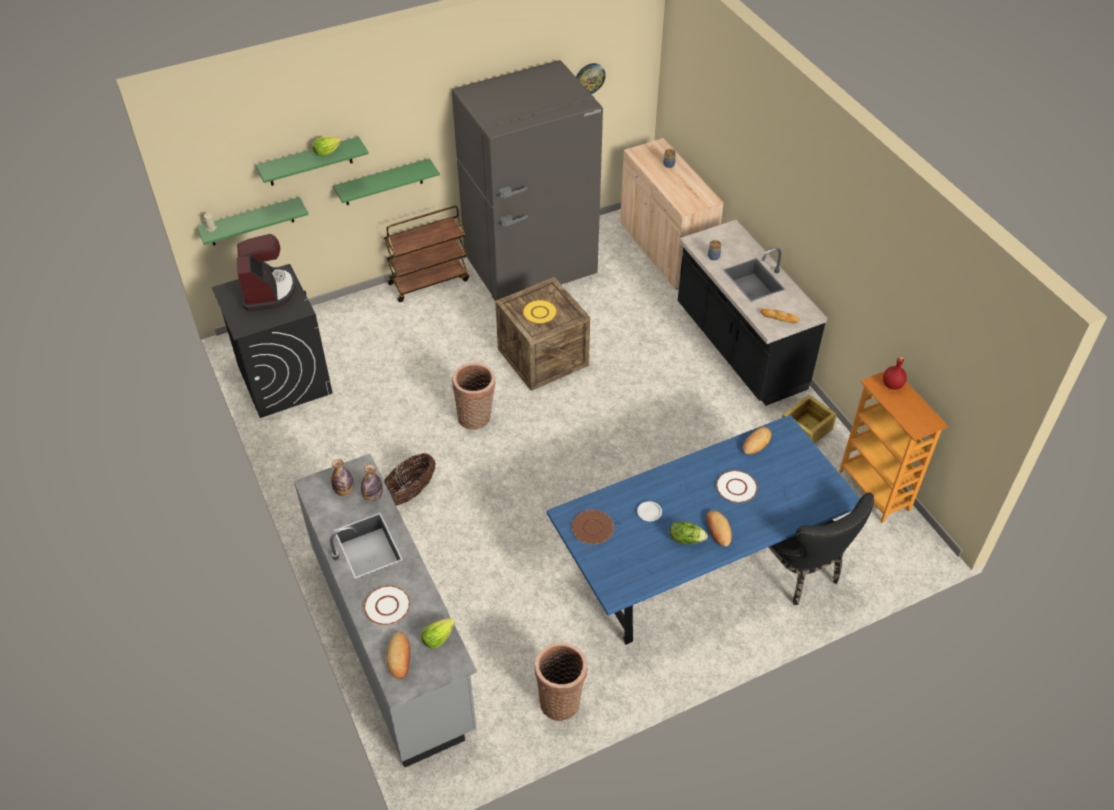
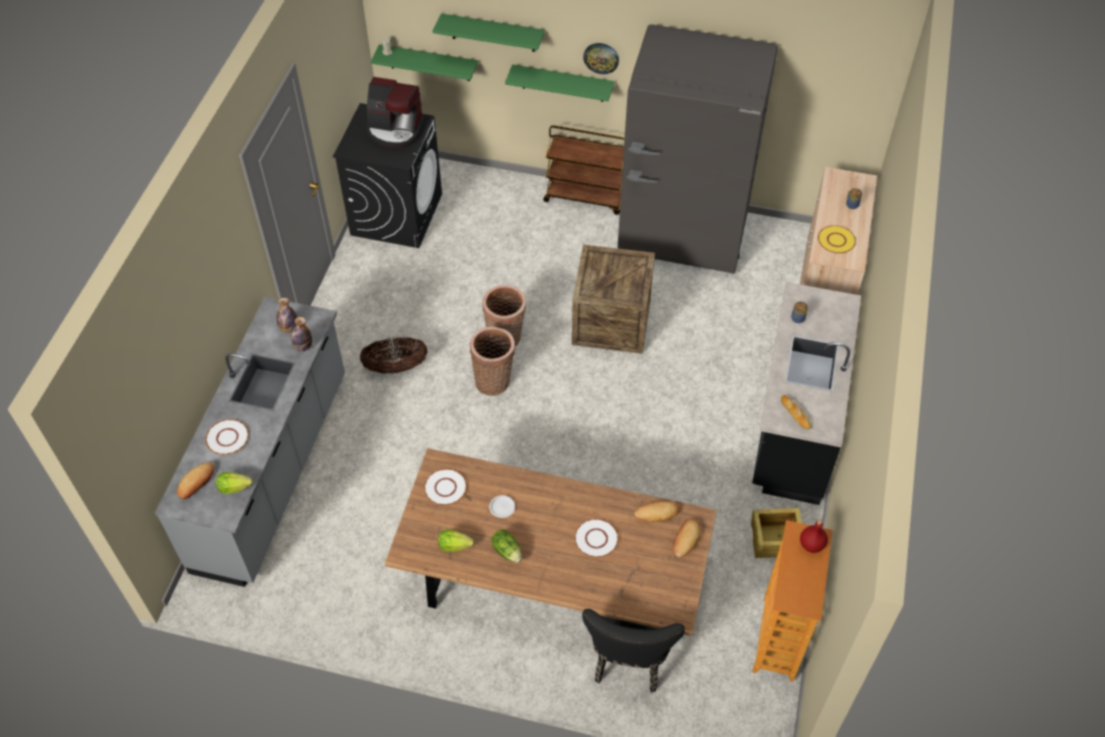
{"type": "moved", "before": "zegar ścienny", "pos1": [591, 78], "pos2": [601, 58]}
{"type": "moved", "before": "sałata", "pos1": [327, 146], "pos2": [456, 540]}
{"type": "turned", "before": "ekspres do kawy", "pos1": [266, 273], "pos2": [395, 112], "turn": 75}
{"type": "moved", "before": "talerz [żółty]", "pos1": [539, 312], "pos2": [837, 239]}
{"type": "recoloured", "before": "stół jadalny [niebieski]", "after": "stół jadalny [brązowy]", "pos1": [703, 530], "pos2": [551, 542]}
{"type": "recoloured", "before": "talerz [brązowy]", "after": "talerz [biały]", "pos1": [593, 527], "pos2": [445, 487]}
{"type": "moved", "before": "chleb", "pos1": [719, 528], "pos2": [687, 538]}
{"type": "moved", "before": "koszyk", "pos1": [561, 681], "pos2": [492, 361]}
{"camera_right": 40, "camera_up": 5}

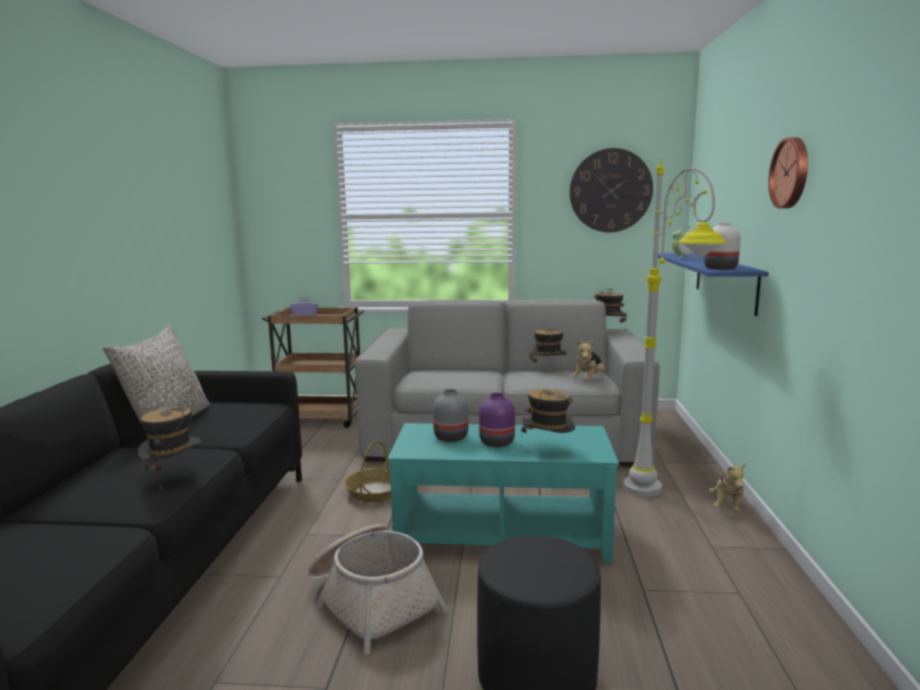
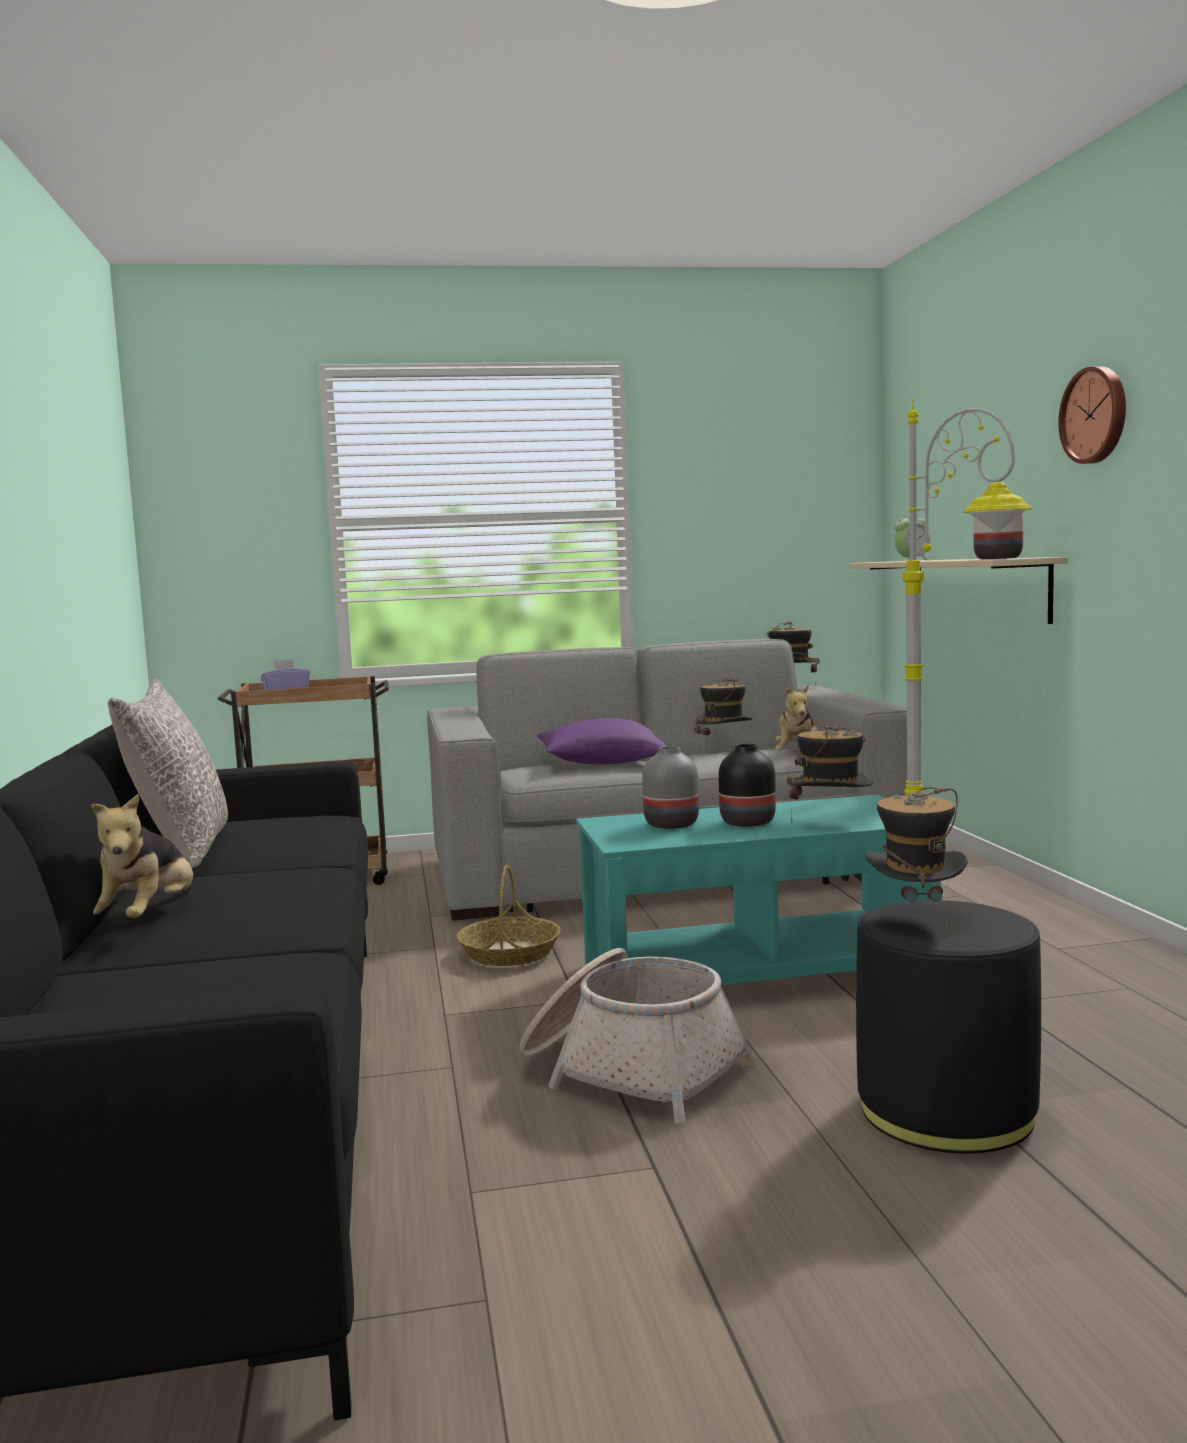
{"type": "removed", "before": "zegar ścienny", "pos1": [611, 190]}
{"type": "recoloured", "before": "półka [niebieski]", "after": "półka [beżowy]", "pos1": [713, 284], "pos2": [959, 590]}
{"type": "recoloured", "before": "wazon [fioletowy]", "after": "wazon [czarny]", "pos1": [497, 420], "pos2": [747, 785]}
{"type": "moved", "before": "kapelusz", "pos1": [170, 447], "pos2": [916, 860]}
{"type": "moved", "before": "pluszak", "pos1": [727, 488], "pos2": [142, 856]}
{"type": "added", "after": "poduszka [fioletowy]", "pos2": [602, 741]}
{"camera_right": -15, "camera_up": -5}

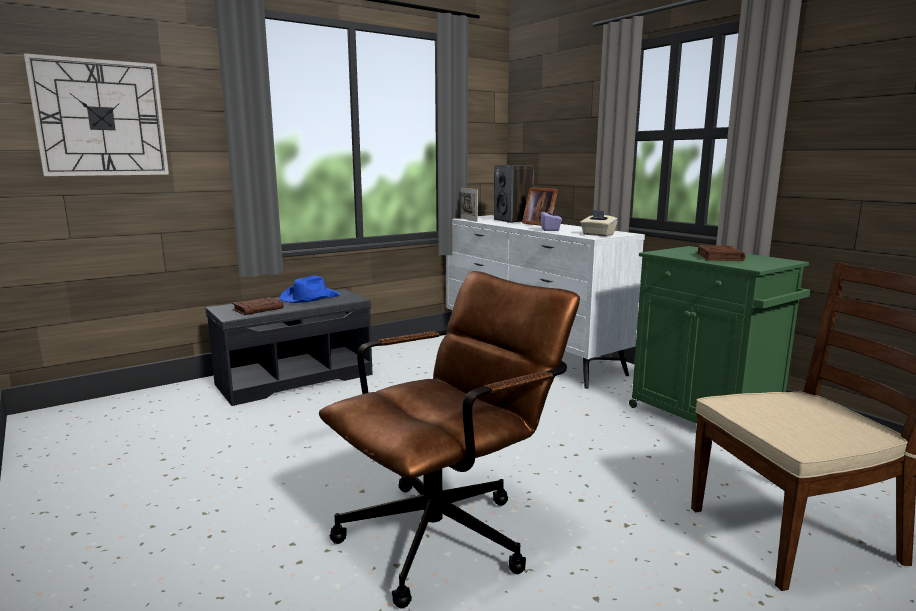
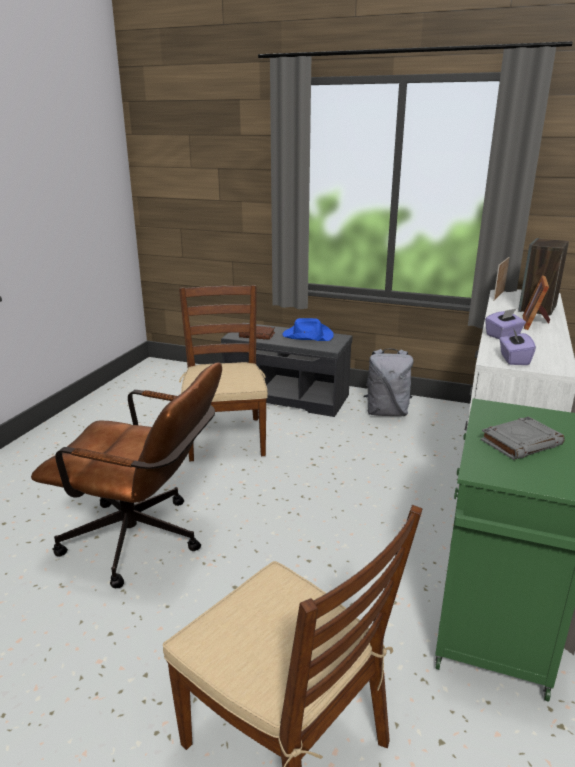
{"type": "removed", "before": "zegar ścienny", "pos1": [96, 114]}
{"type": "recoloured", "before": "pudełko chusteczek [beżowy]", "after": "pudełko chusteczek [fioletowy]", "pos1": [599, 223], "pos2": [517, 346]}
{"type": "recoloured", "before": "książka [brązowy]", "after": "książka [szary]", "pos1": [721, 253], "pos2": [523, 438]}
{"type": "added", "after": "krzesło [brązowy]", "pos2": [223, 373]}
{"type": "added", "after": "plecak [szary]", "pos2": [389, 382]}
{"camera_right": 55, "camera_up": 10}

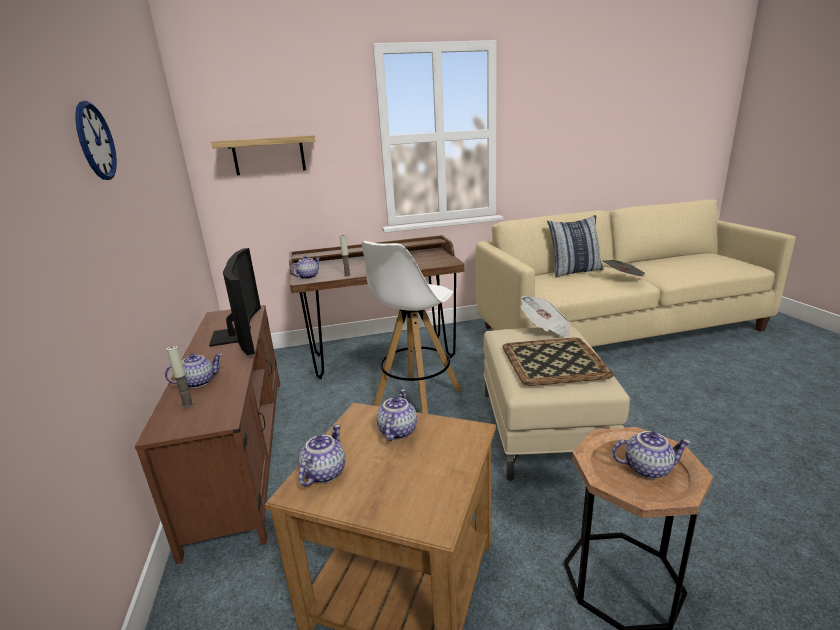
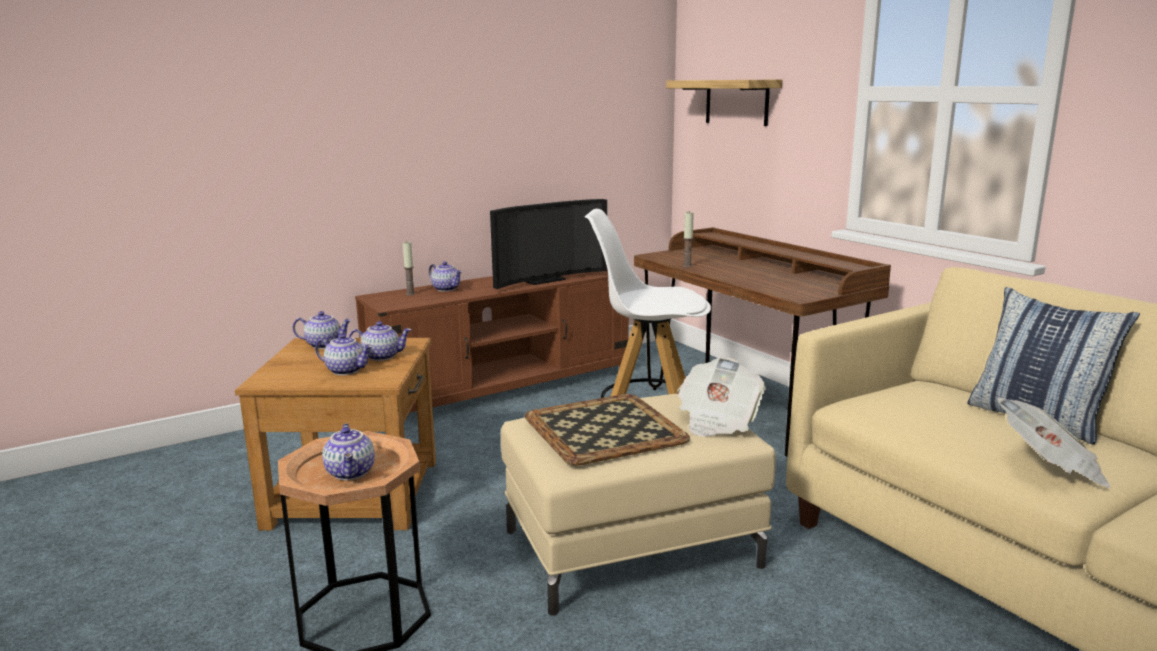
{"type": "removed", "before": "zegar ścienny", "pos1": [96, 140]}
{"type": "moved", "before": "imbryk", "pos1": [305, 267], "pos2": [344, 354]}
{"camera_right": 70, "camera_up": -5}

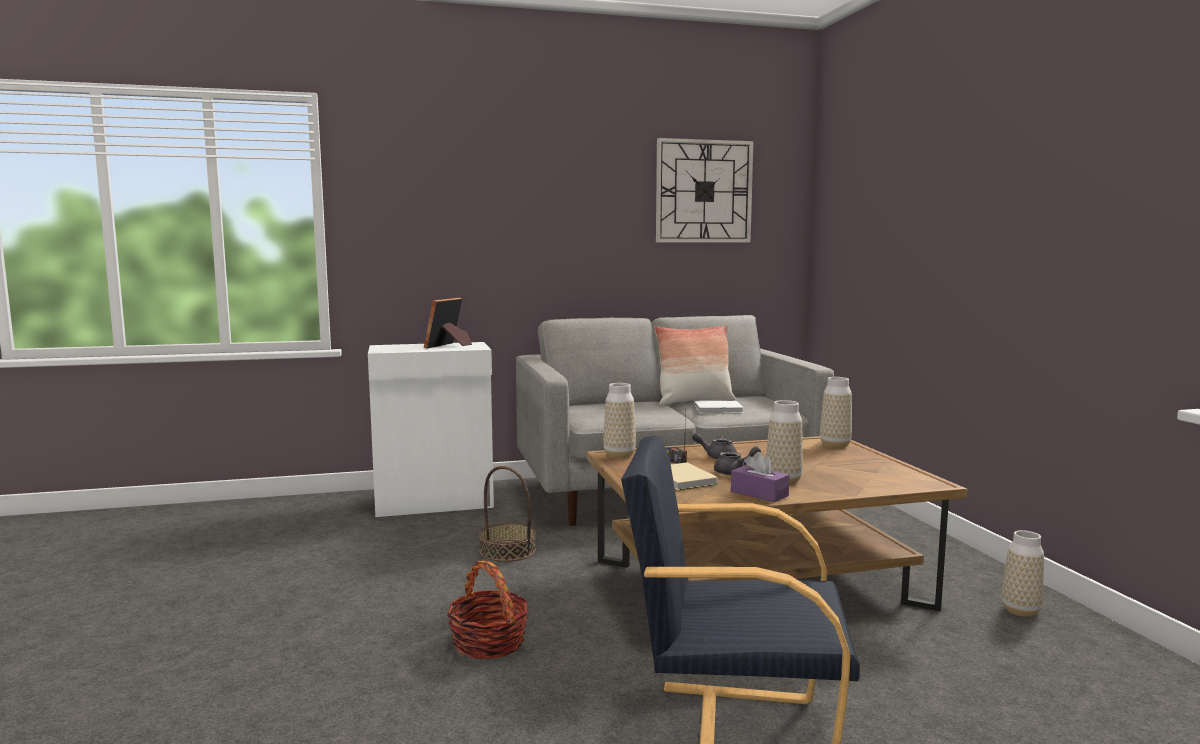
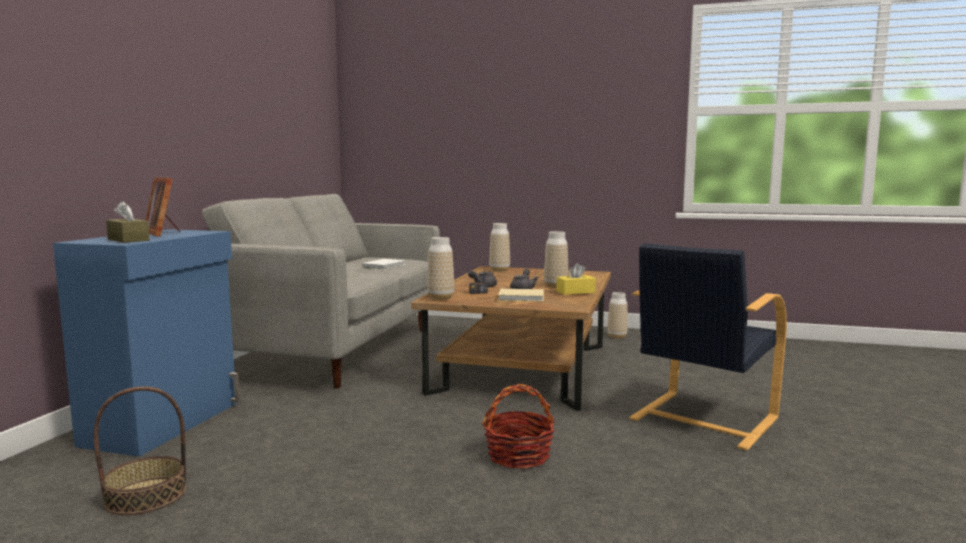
{"type": "removed", "before": "zegar ścienny", "pos1": [704, 190]}
{"type": "removed", "before": "poduszka", "pos1": [695, 365]}
{"type": "recoloured", "before": "szafka [biały]", "after": "szafka [niebieski]", "pos1": [431, 429], "pos2": [146, 343]}
{"type": "recoloured", "before": "pudełko chusteczek [fioletowy]", "after": "pudełko chusteczek [żółty]", "pos1": [760, 477], "pos2": [576, 279]}
{"type": "moved", "before": "koszyk", "pos1": [507, 514], "pos2": [140, 450]}
{"type": "added", "after": "pudełko chusteczek [brązowy]", "pos2": [128, 222]}
{"camera_right": -60, "camera_up": 0}

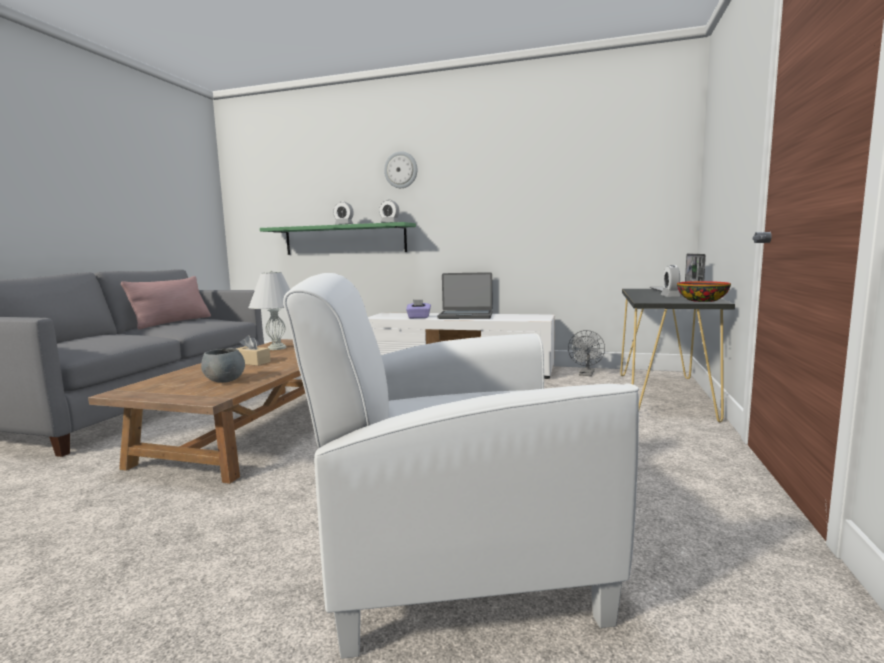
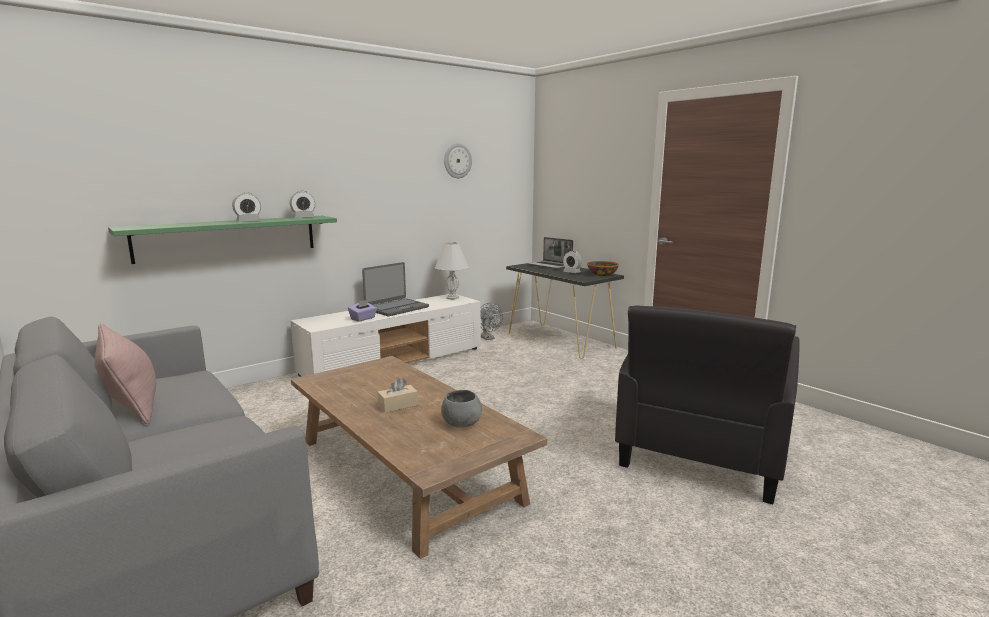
{"type": "moved", "before": "zegar ścienny", "pos1": [400, 169], "pos2": [458, 160]}
{"type": "moved", "before": "lampa stołowa [biały]", "pos1": [269, 310], "pos2": [452, 270]}
{"type": "recoloured", "before": "fotel [biały]", "after": "fotel [czarny]", "pos1": [461, 466], "pos2": [707, 405]}
{"camera_right": -55, "camera_up": 5}

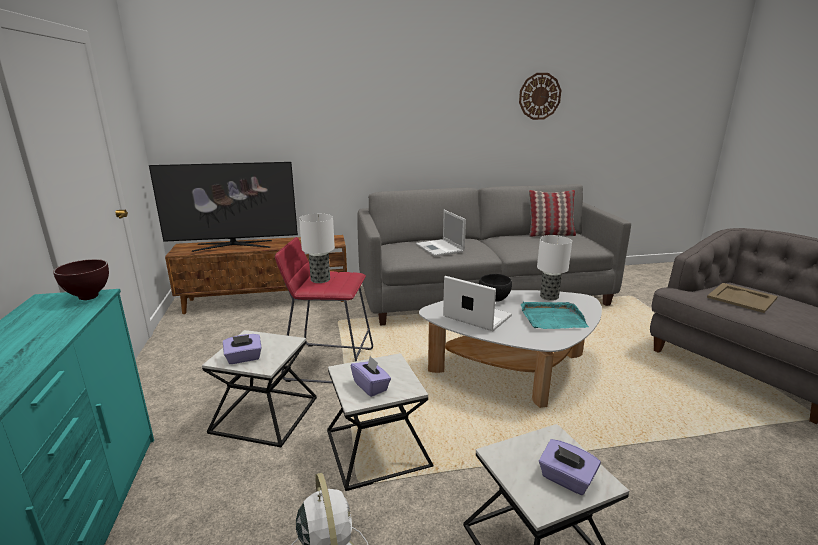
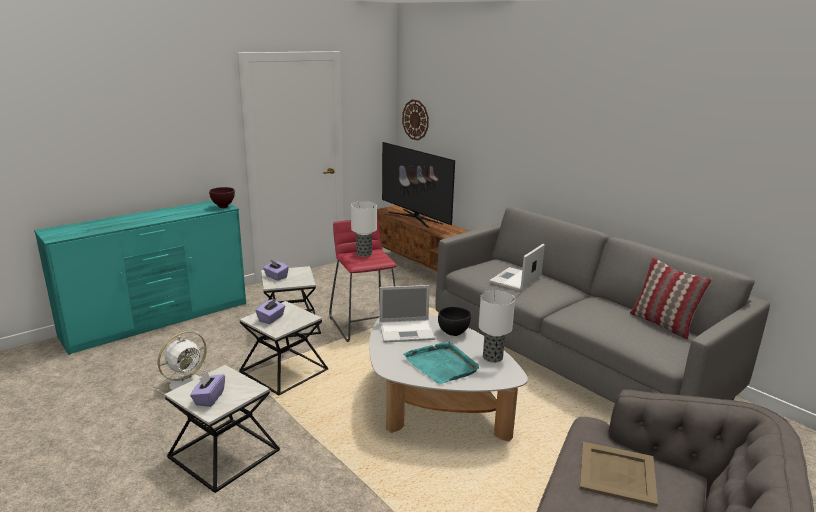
{"type": "moved", "before": "zegar ścienny", "pos1": [540, 96], "pos2": [415, 119]}
{"type": "turned", "before": "laptop", "pos1": [477, 303], "pos2": [407, 314], "turn": 75}
{"camera_right": 60, "camera_up": 0}

